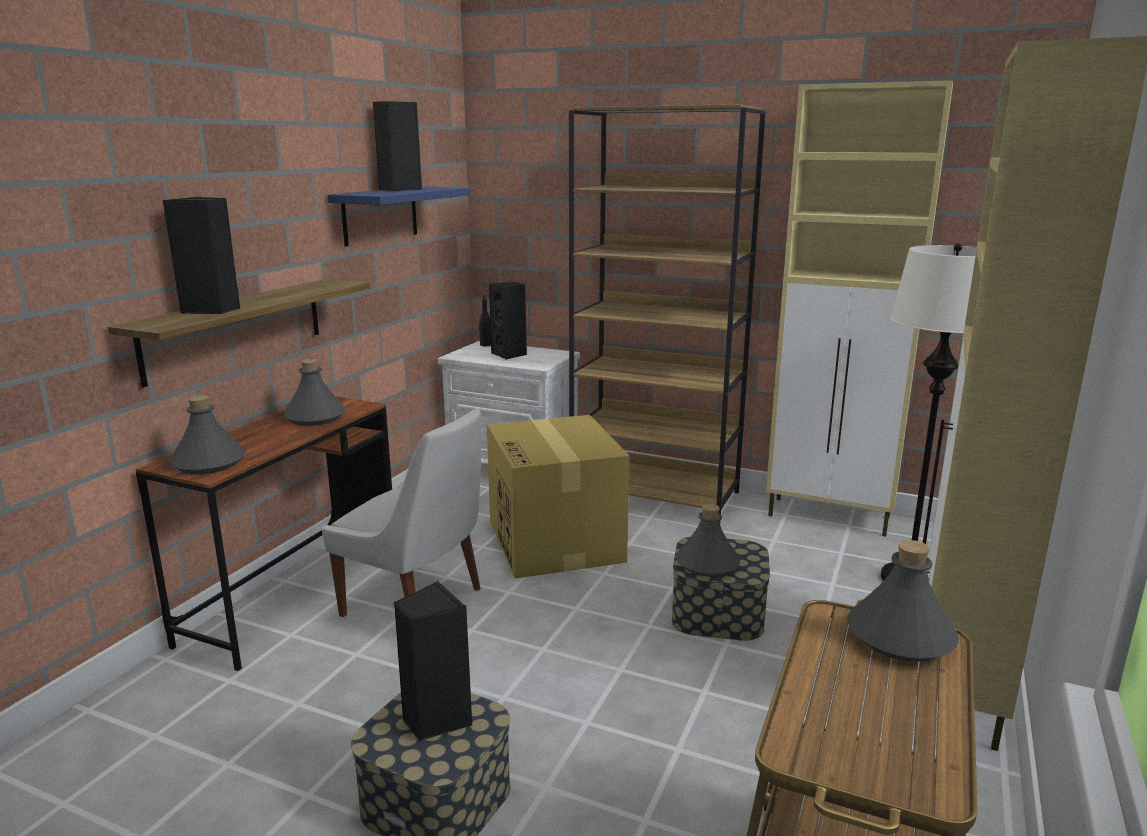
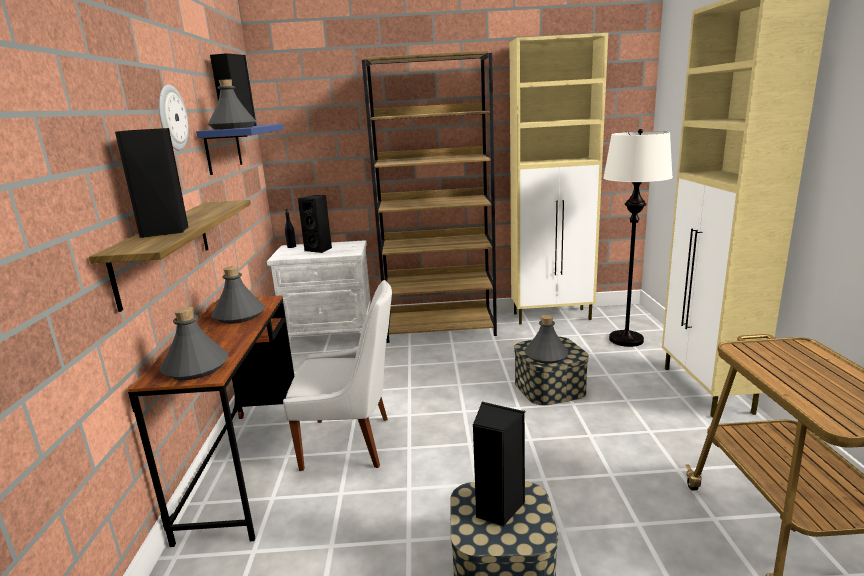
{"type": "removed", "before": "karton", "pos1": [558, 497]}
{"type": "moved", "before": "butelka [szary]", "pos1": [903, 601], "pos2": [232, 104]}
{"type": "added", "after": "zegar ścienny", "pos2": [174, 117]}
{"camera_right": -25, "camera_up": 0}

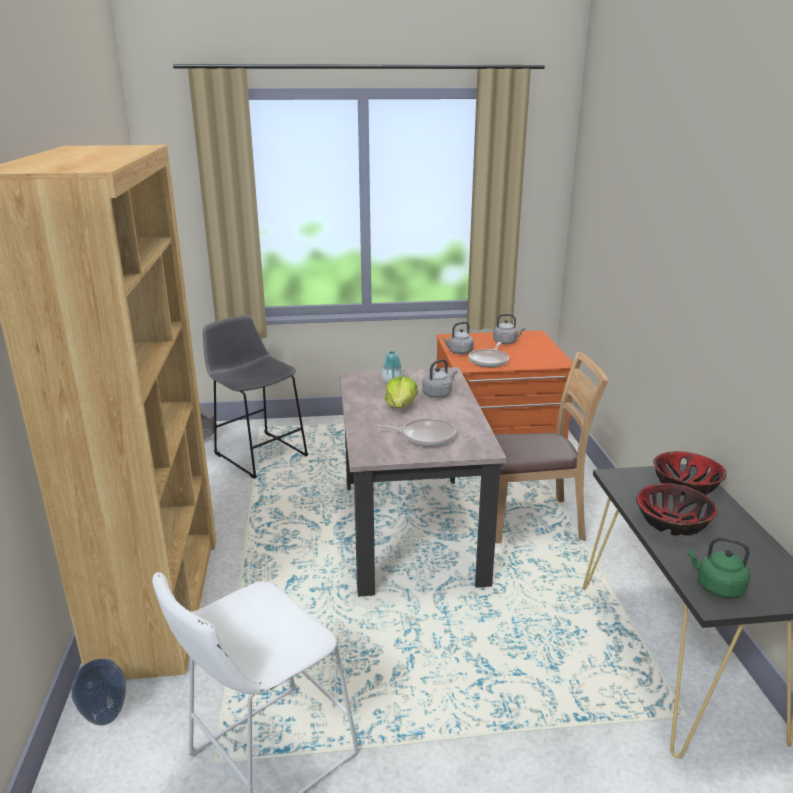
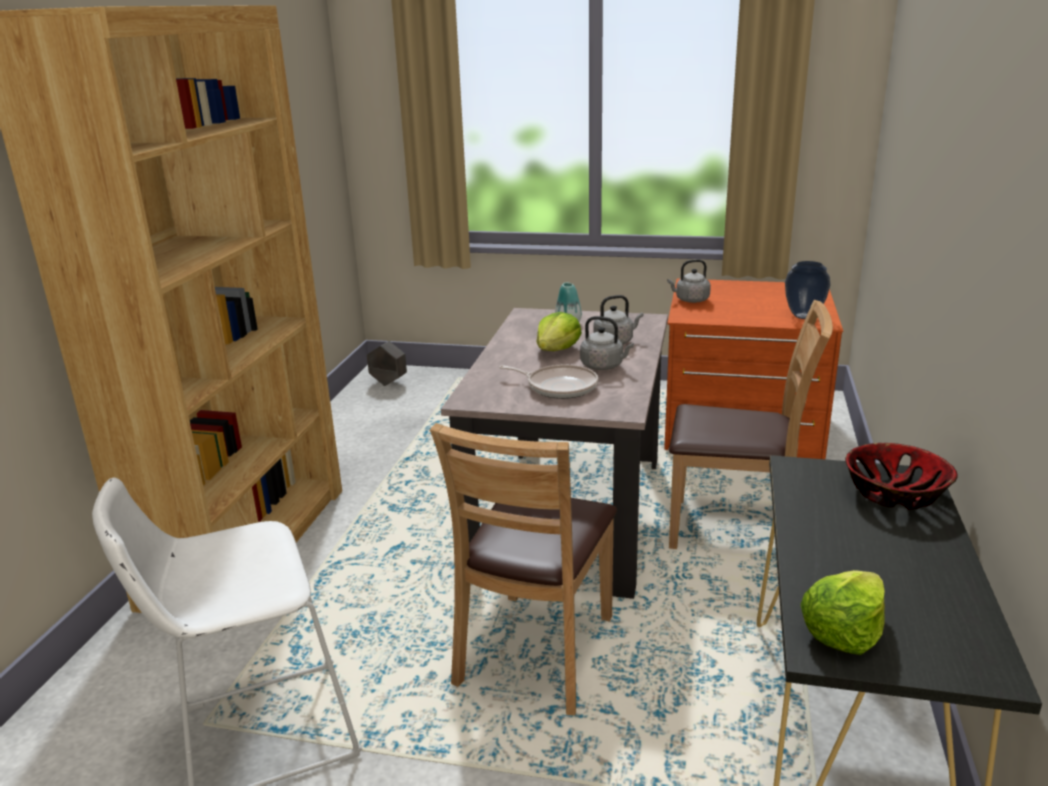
{"type": "moved", "before": "czajnik [szary]", "pos1": [509, 329], "pos2": [607, 343]}
{"type": "removed", "before": "stołek [szary]", "pos1": [255, 397]}
{"type": "removed", "before": "patelnia", "pos1": [489, 354]}
{"type": "removed", "before": "miska", "pos1": [677, 509]}
{"type": "replaced", "before": "czajnik [zielony]", "after": "sałata", "pos1": [719, 567], "pos2": [842, 612]}
{"type": "moved", "before": "wazon", "pos1": [98, 692], "pos2": [808, 290]}
{"type": "added", "after": "krzesło [brązowy]", "pos2": [523, 569]}
{"camera_right": 20, "camera_up": 0}

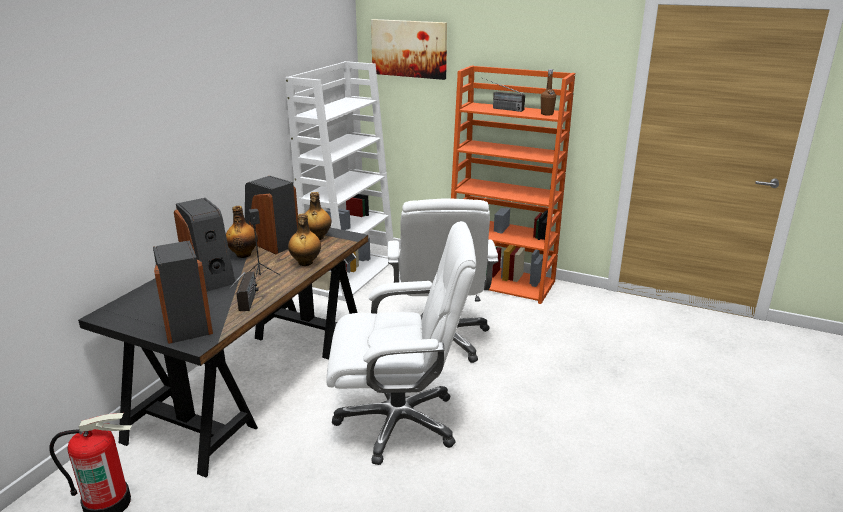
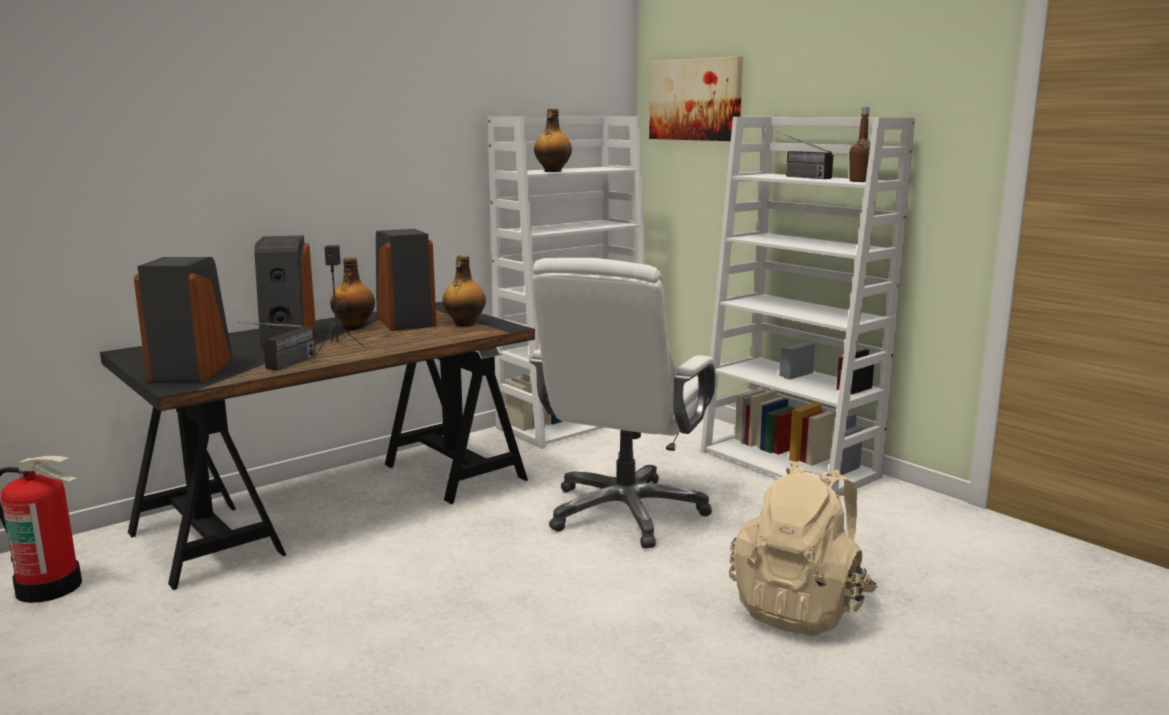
{"type": "recoloured", "before": "regał [pomarańczowy]", "after": "regał [biały]", "pos1": [513, 184], "pos2": [808, 306]}
{"type": "moved", "before": "butelka", "pos1": [304, 240], "pos2": [553, 140]}
{"type": "removed", "before": "krzesło biurowe [biały]", "pos1": [401, 343]}
{"type": "added", "after": "plecak [beżowy]", "pos2": [803, 549]}
{"camera_right": 25, "camera_up": -10}

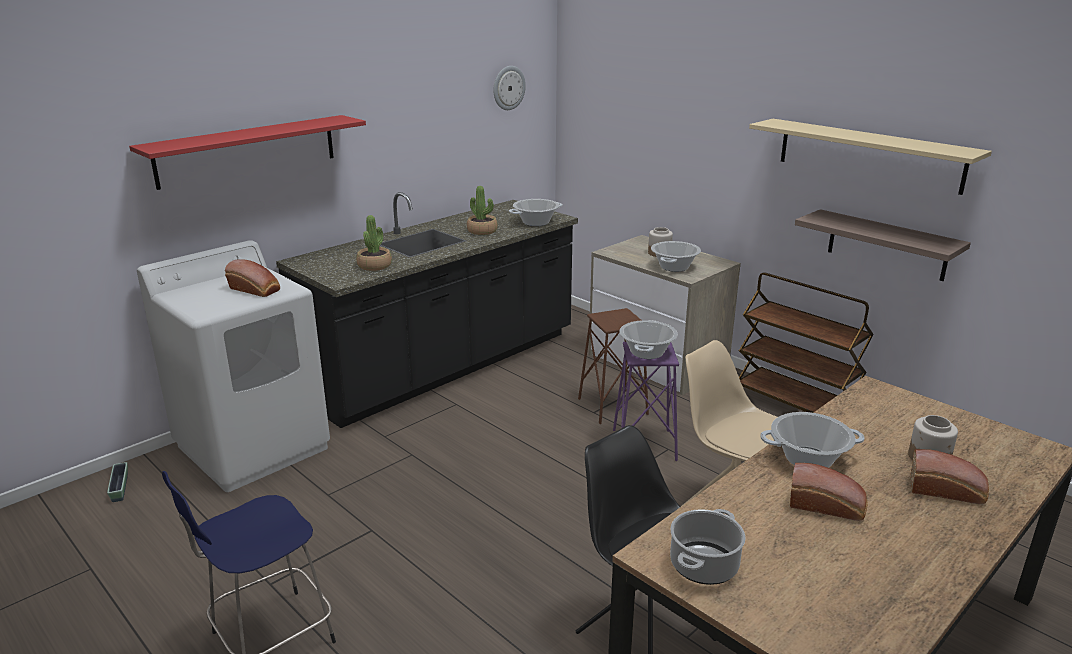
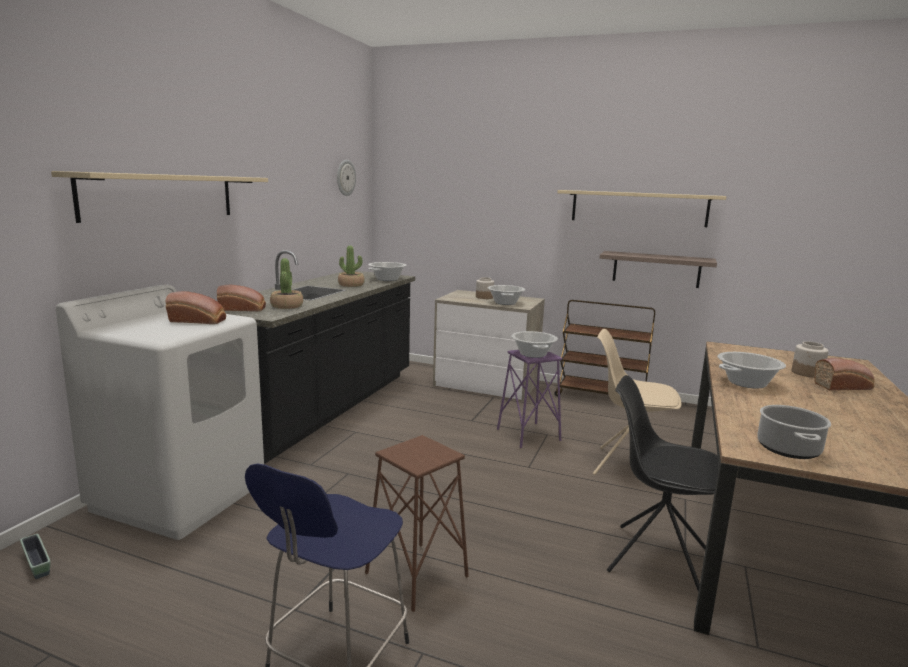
{"type": "recoloured", "before": "półka [czerwony]", "after": "półka [beżowy]", "pos1": [247, 152], "pos2": [159, 197]}
{"type": "moved", "before": "stołek [brązowy]", "pos1": [613, 366], "pos2": [417, 523]}
{"type": "moved", "before": "chleb", "pos1": [828, 492], "pos2": [241, 298]}
{"camera_right": -25, "camera_up": -10}

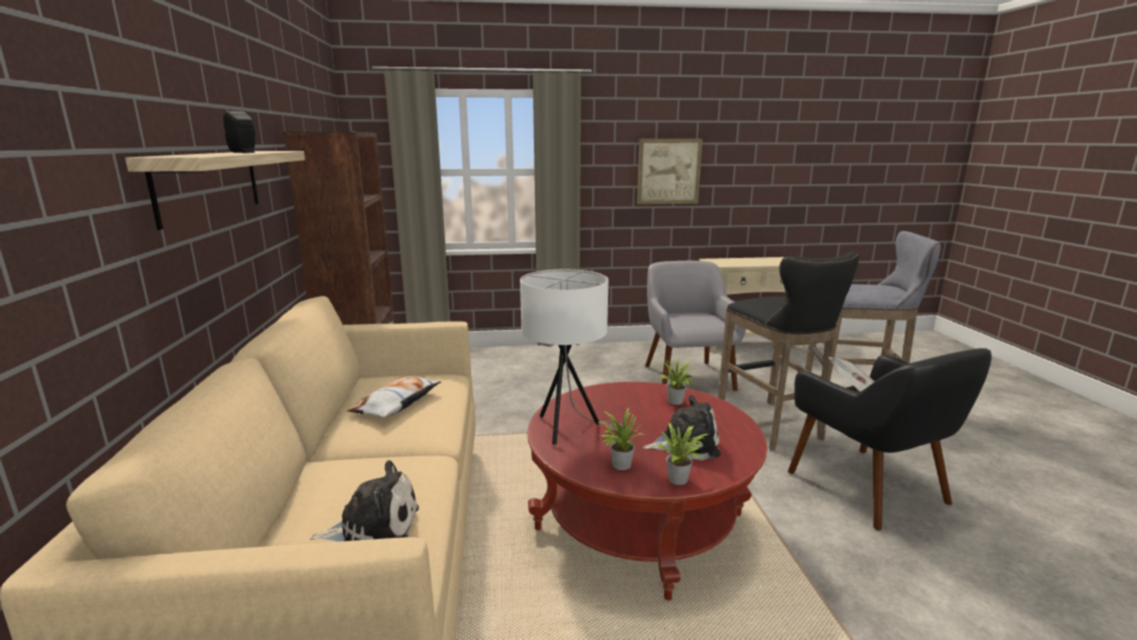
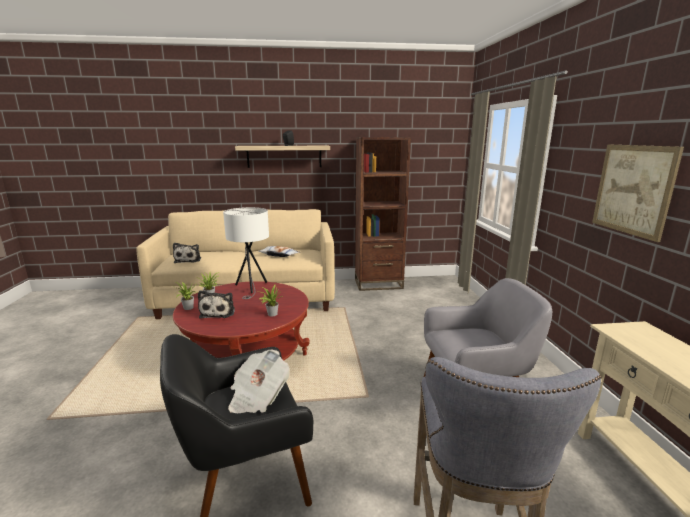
{"type": "removed", "before": "stołek [czarny]", "pos1": [788, 351]}
{"camera_right": 90, "camera_up": 0}

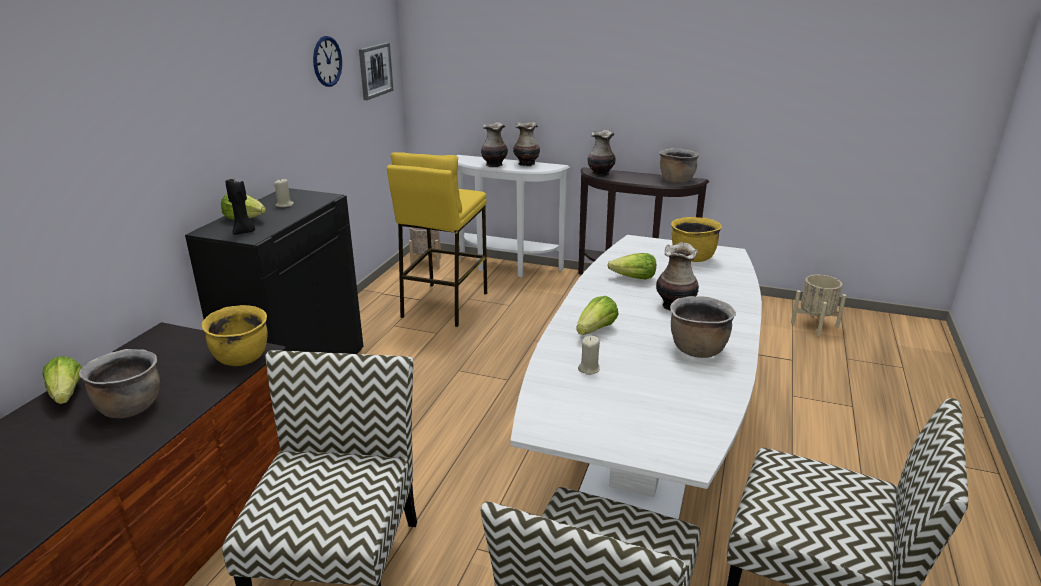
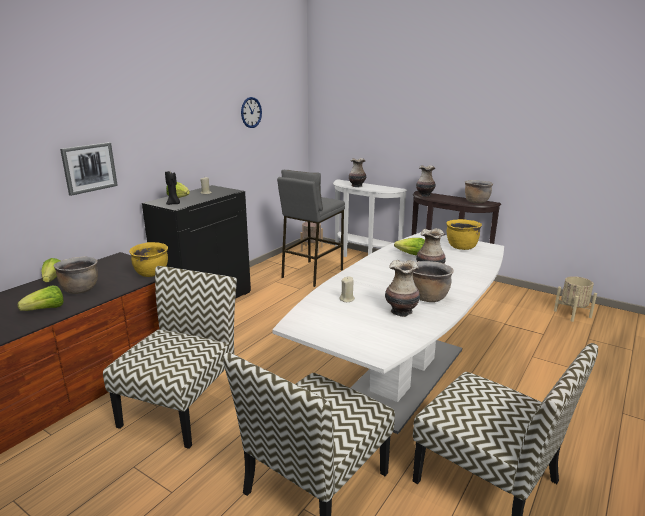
{"type": "moved", "before": "obraz", "pos1": [376, 71], "pos2": [89, 169]}
{"type": "moved", "before": "wazon", "pos1": [526, 143], "pos2": [402, 288]}
{"type": "recoloured", "before": "stołek [żółty]", "after": "stołek [szary]", "pos1": [437, 239], "pos2": [311, 228]}
{"type": "moved", "before": "sałata", "pos1": [597, 315], "pos2": [40, 298]}
{"camera_right": 15, "camera_up": -5}

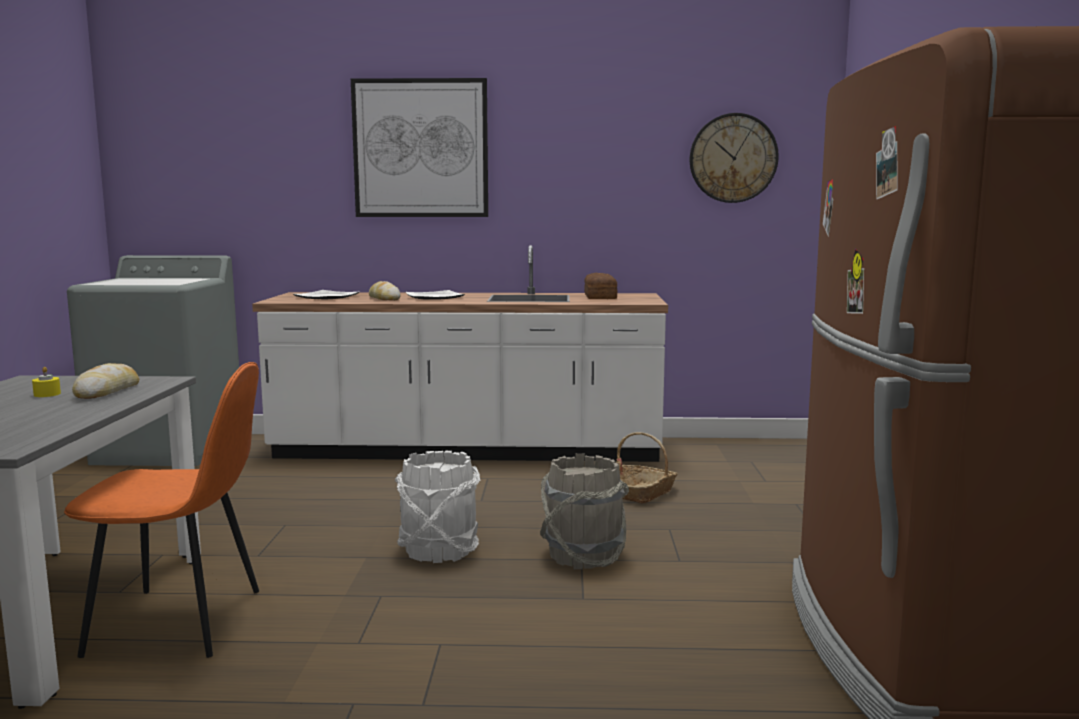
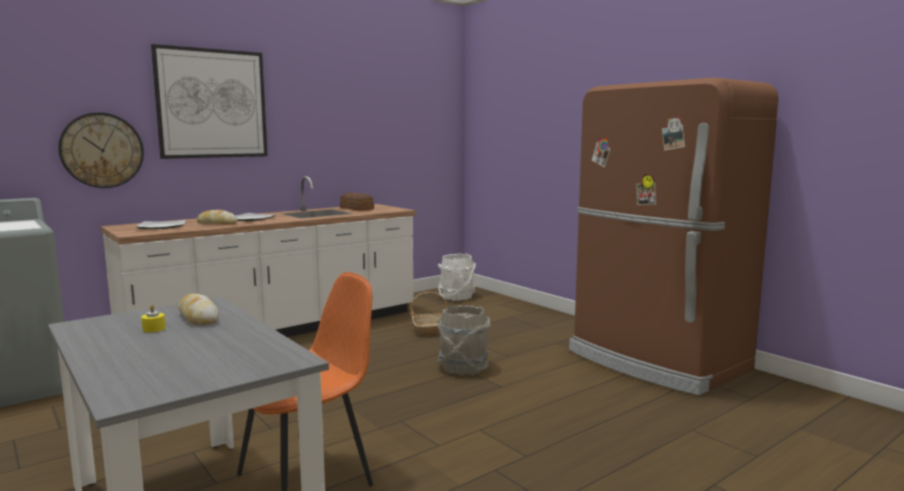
{"type": "moved", "before": "zegar ścienny", "pos1": [734, 158], "pos2": [101, 150]}
{"type": "moved", "before": "wiadro [biały]", "pos1": [437, 507], "pos2": [457, 277]}
{"camera_right": -40, "camera_up": 0}

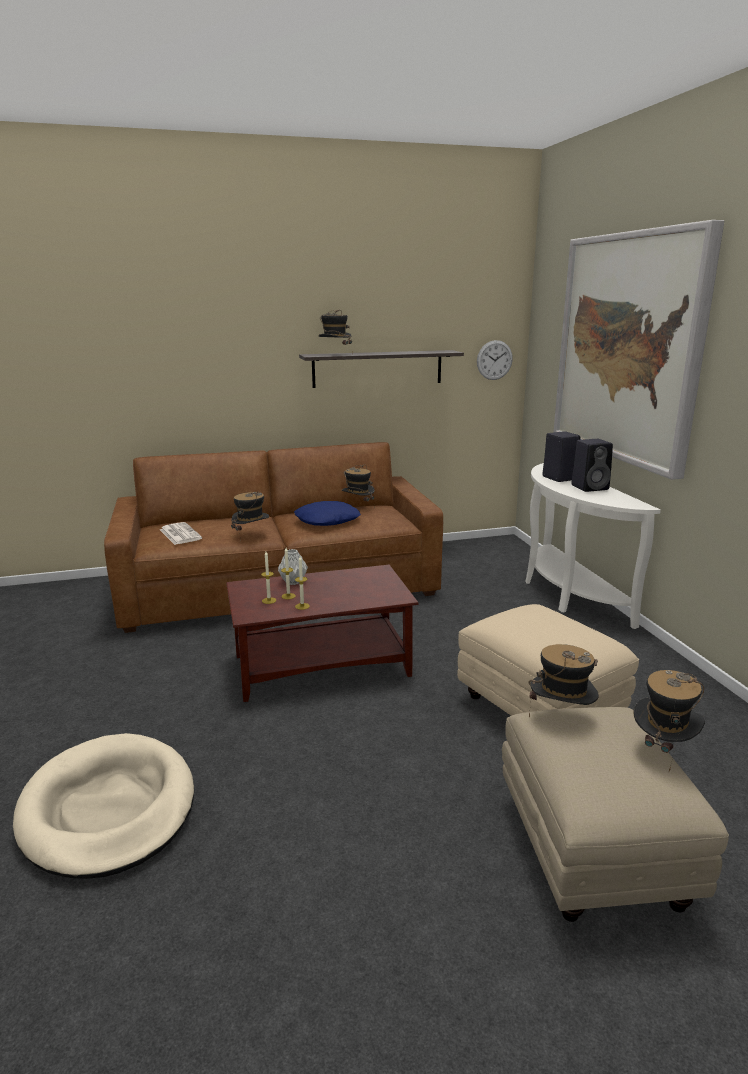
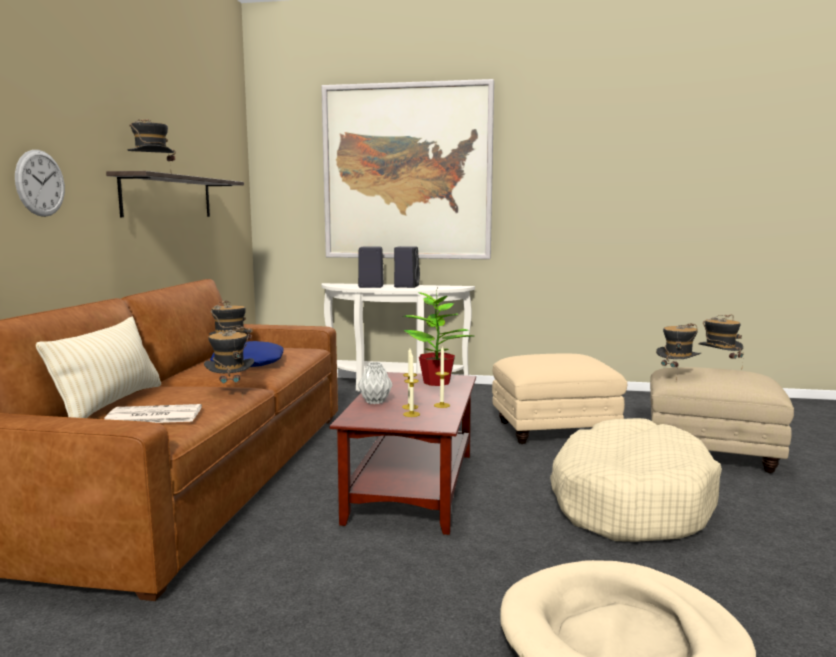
{"type": "moved", "before": "zegar ścienny", "pos1": [495, 360], "pos2": [40, 183]}
{"type": "added", "after": "roślina doniczkowa", "pos2": [438, 338]}
{"type": "added", "after": "poduszka [beżowy]", "pos2": [98, 367]}
{"type": "added", "after": "legowisko [beżowy]", "pos2": [636, 480]}
{"camera_right": -65, "camera_up": -10}

